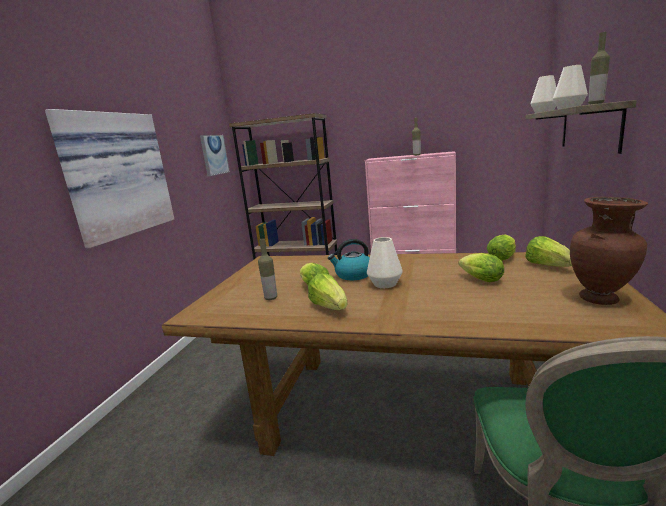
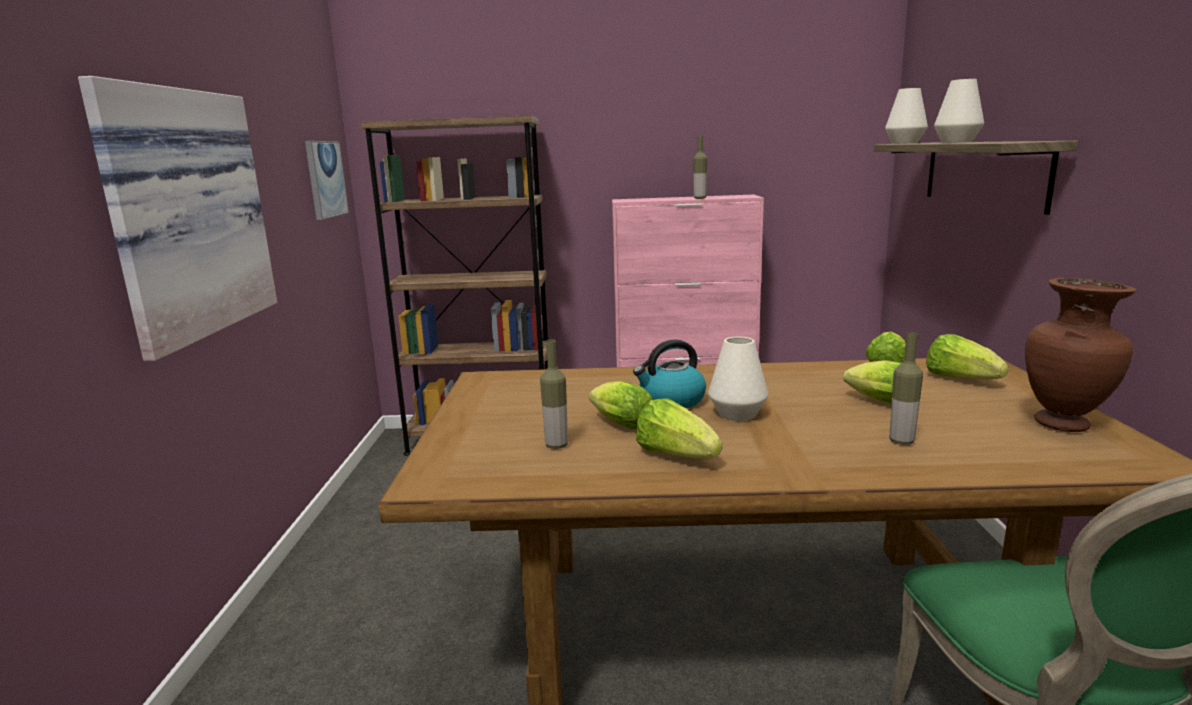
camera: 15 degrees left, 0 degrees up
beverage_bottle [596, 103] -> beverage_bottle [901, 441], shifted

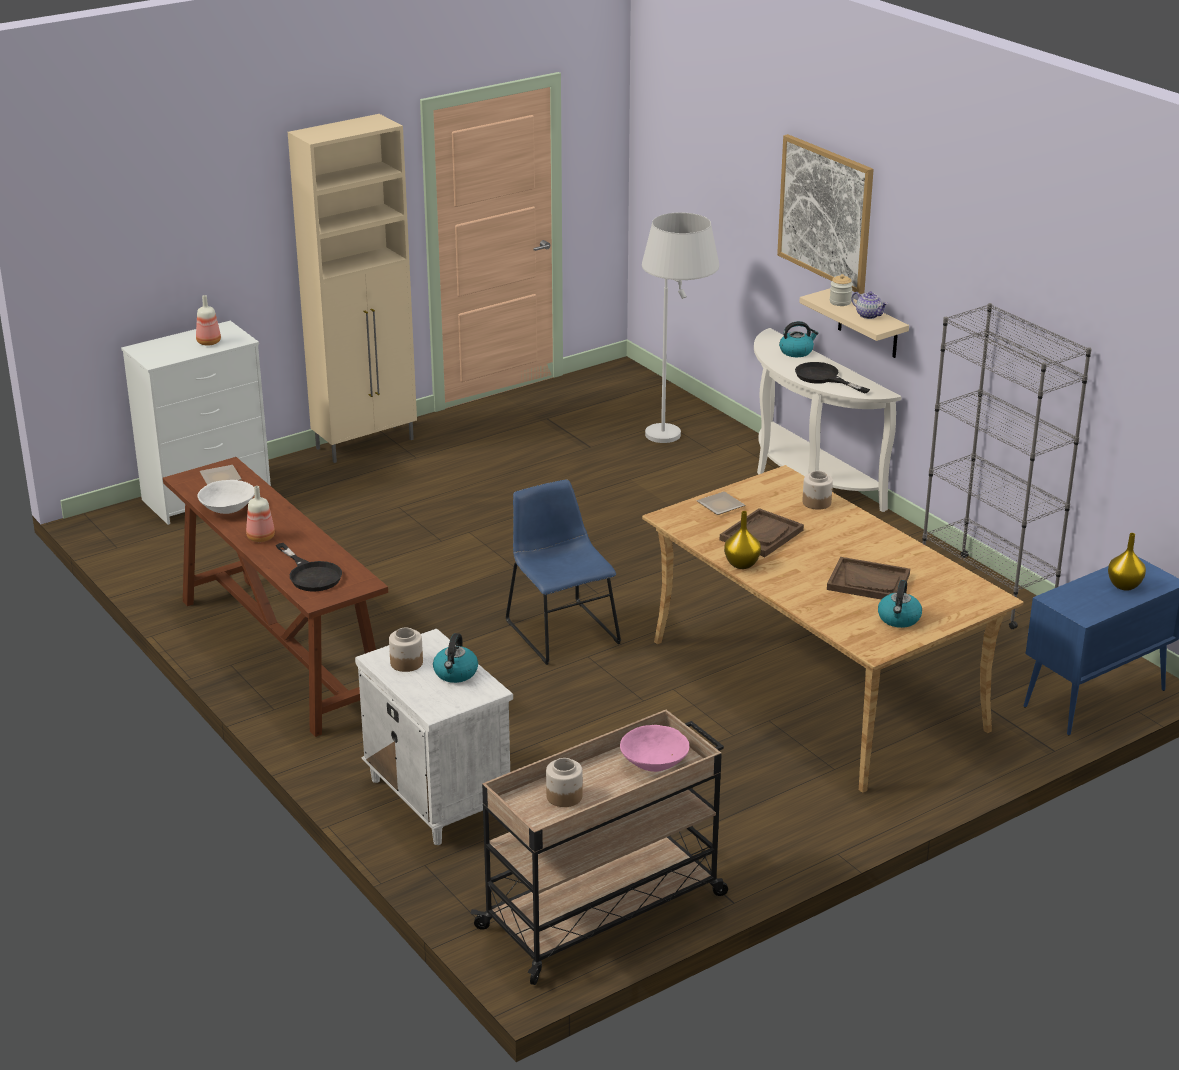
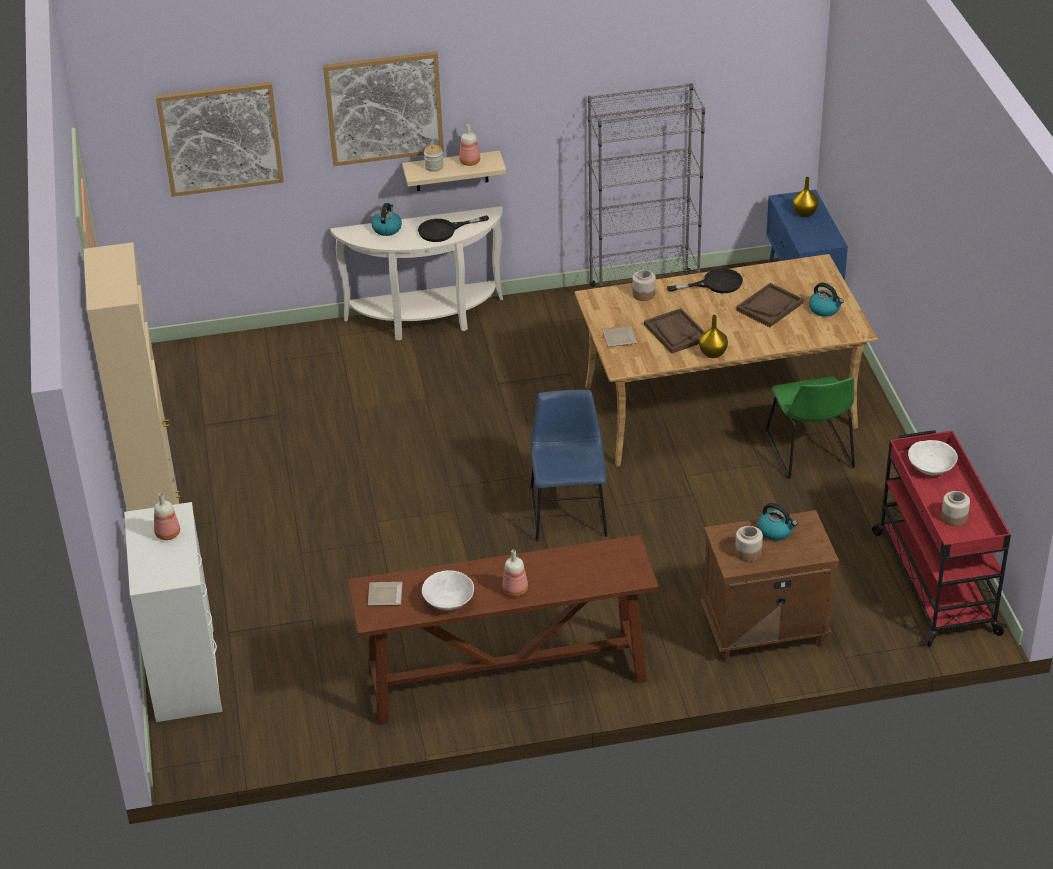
camera: 65 degrees left, 10 degrees up
whitish_standing_lamp [676, 442] -> none
teapot [869, 315] -> beverage_bottle [469, 162]
blue-coloured_plain_chair [560, 629] -> blue-coloured_plain_chair [568, 509], 90 degrees clockwise
black-coloured_skillet [311, 574] -> black-coloured_skillet [715, 284], shifted
whitish_bedside_table [437, 797] -> brownish_bedside_table [763, 631]
beige-coloured_trolley [605, 910] -> reddish_trolley [934, 581]
pink-coloured_deep_dish [654, 762] -> whitish_deep_dish [931, 467]
none -> wall_art [220, 138]
none -> green-coloured_plain_chair [810, 453]

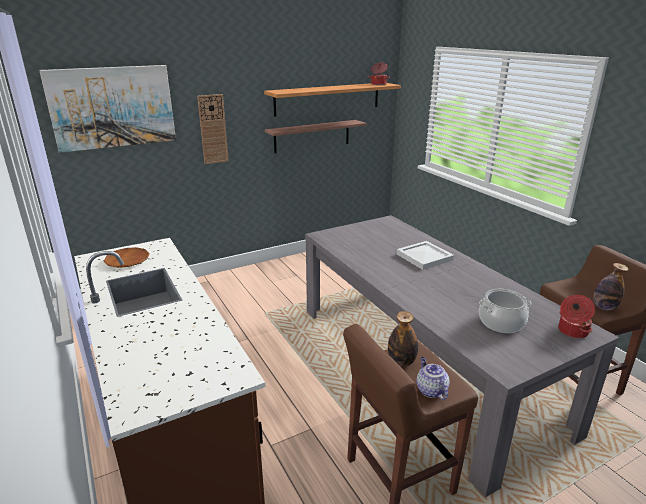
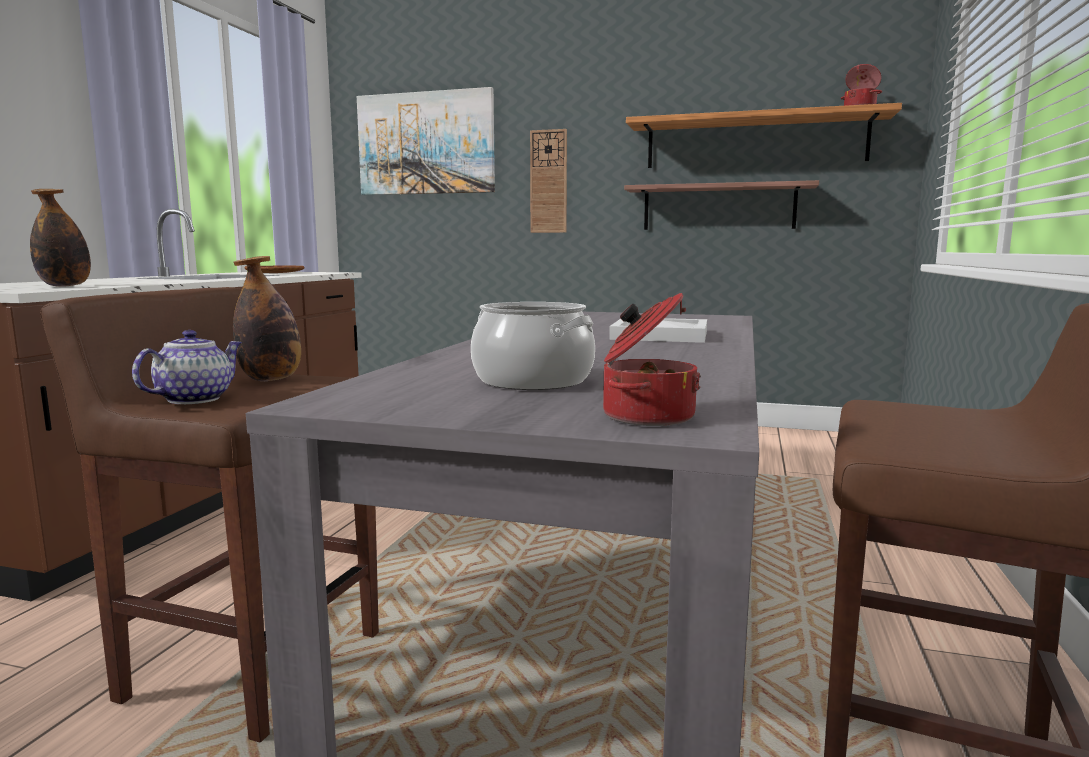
camera: 45 degrees right, 15 degrees down
beverage_bottle [604, 307] -> beverage_bottle [65, 286], shifted

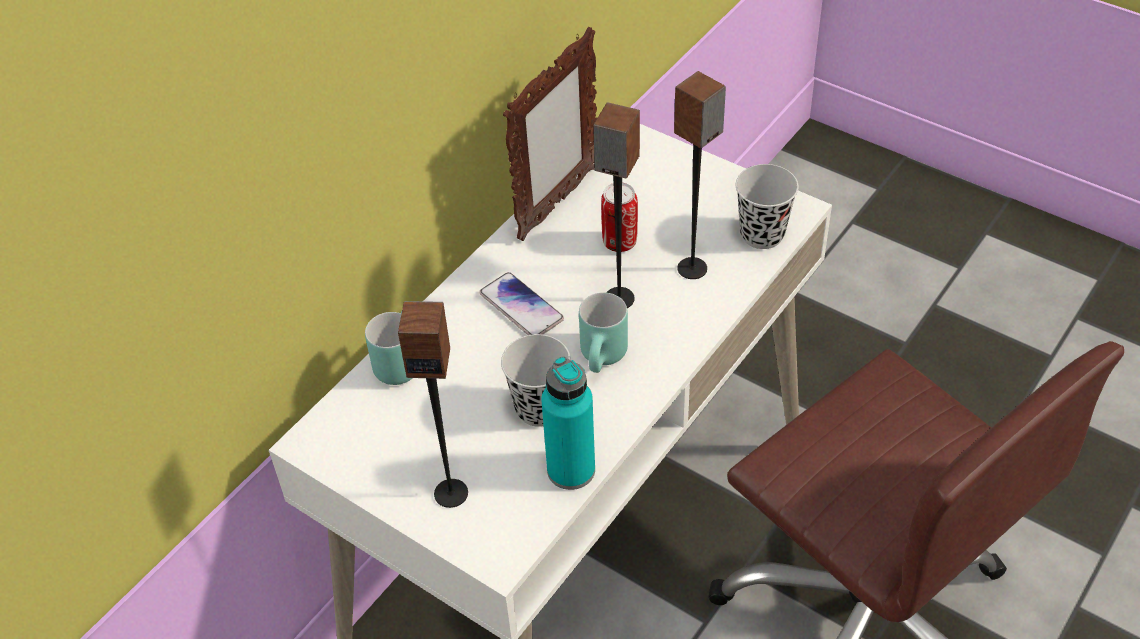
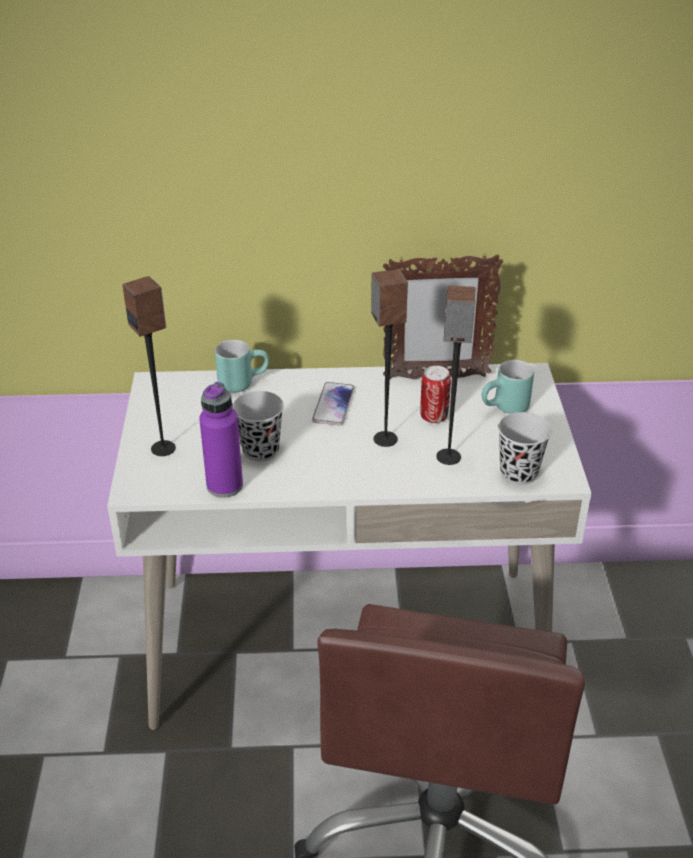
camera: 50 degrees right, 10 degrees down
blue-green_coffee_mug [605, 359] -> blue-green_coffee_mug [506, 409], shifted
blue-green_beverage_bottle [571, 470] -> purplish_beverage_bottle [224, 486]

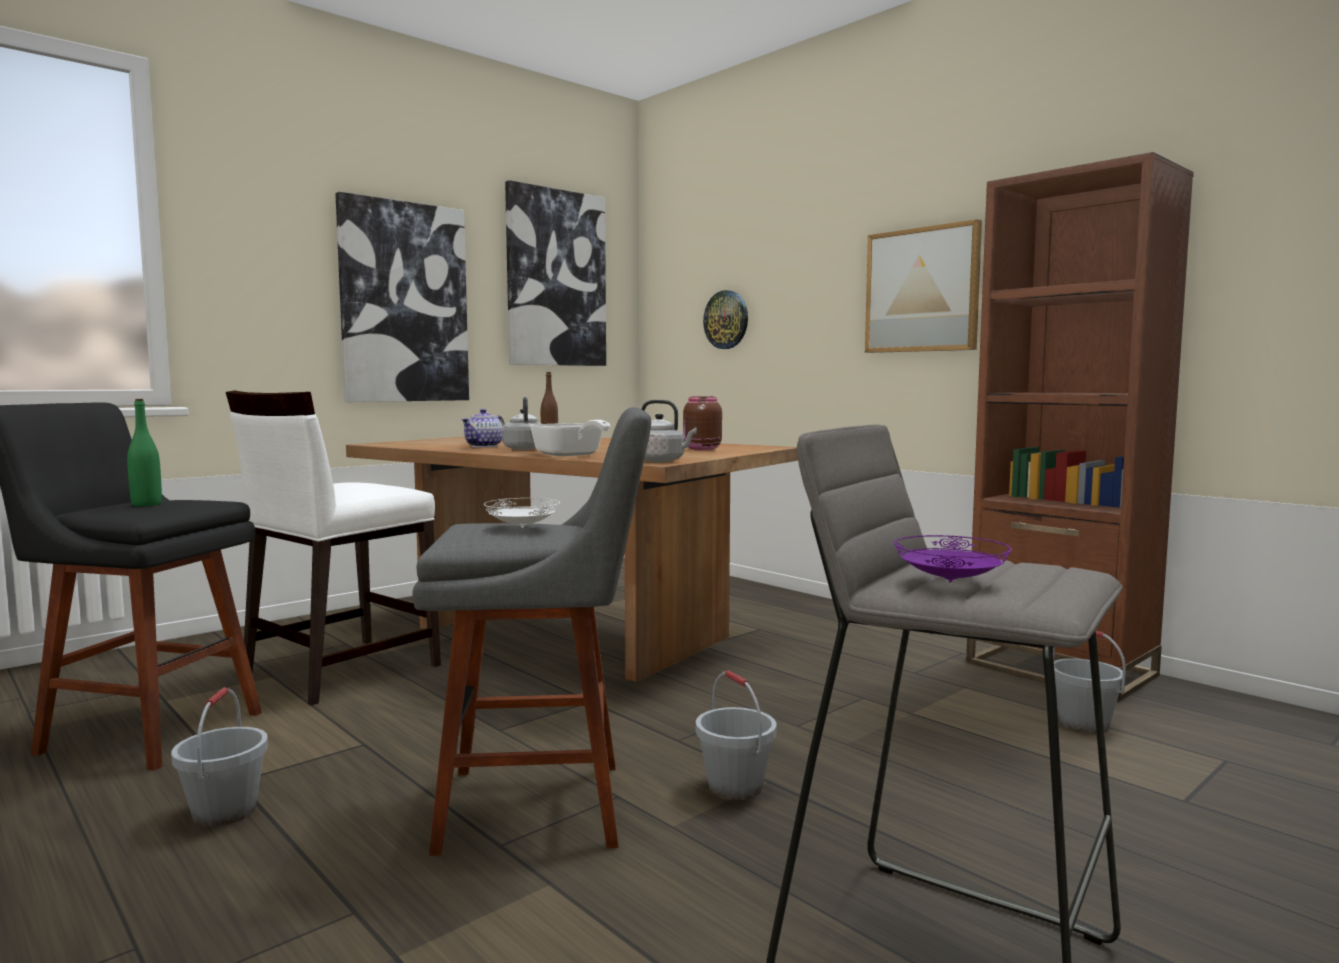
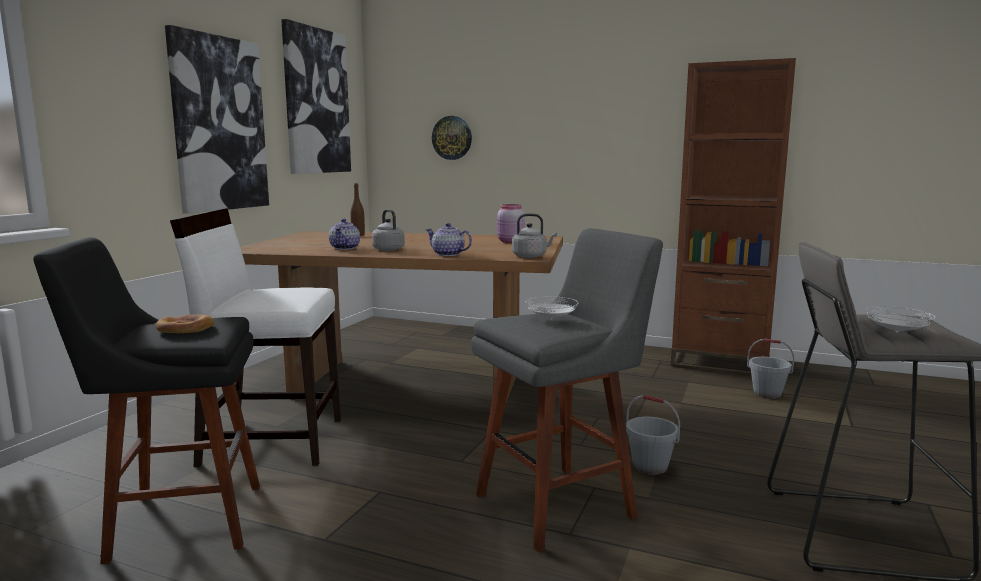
camera: 25 degrees left, 5 degrees up
wall_art [922, 290] -> none
whitish_plain_chair [340, 670] -> whitish_plain_chair [271, 441], 75 degrees clockwise
brownish_storage_jar [701, 449] -> pink-coloured_storage_jar [510, 242]
green-coloured_beverage_bottle [146, 504] -> bread [186, 328]
skillet [570, 455] -> teapot [448, 254]
purplish_plate [949, 582] -> whitish_plate [896, 332]
grey_water_bucket [224, 812] -> none

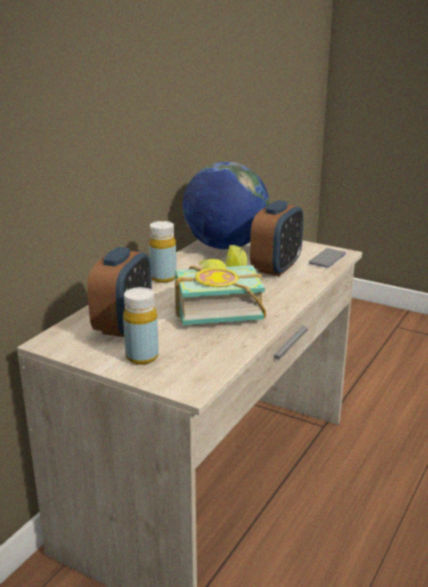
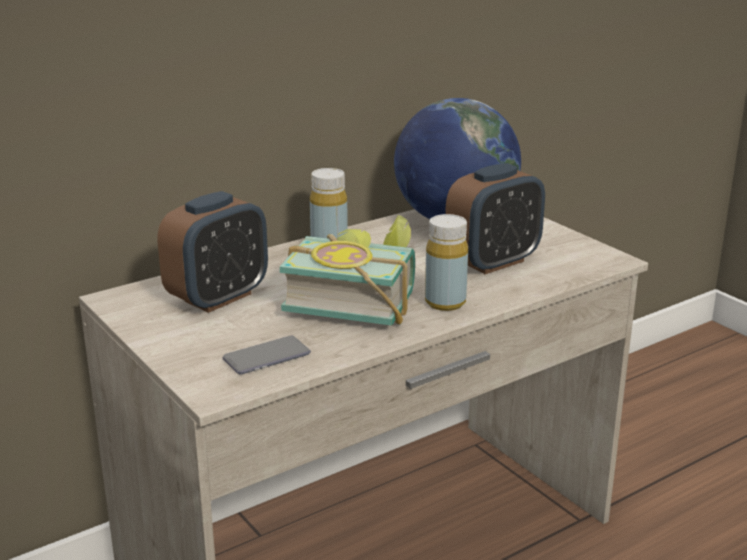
camera: 25 degrees right, 0 degrees up
handset [327, 259] -> handset [266, 357], shifted
yellow_beverage_bottle [142, 357] -> yellow_beverage_bottle [445, 302], shifted

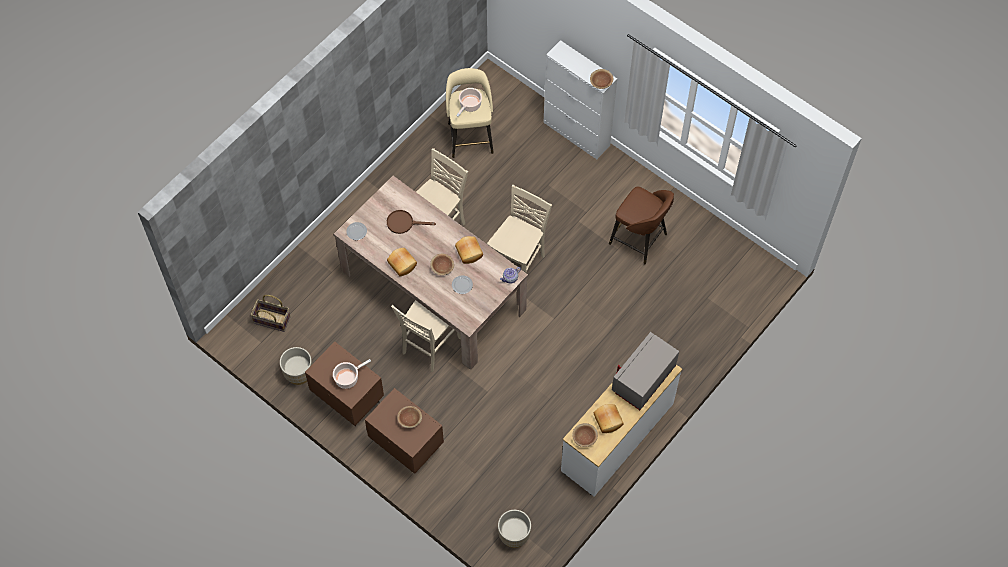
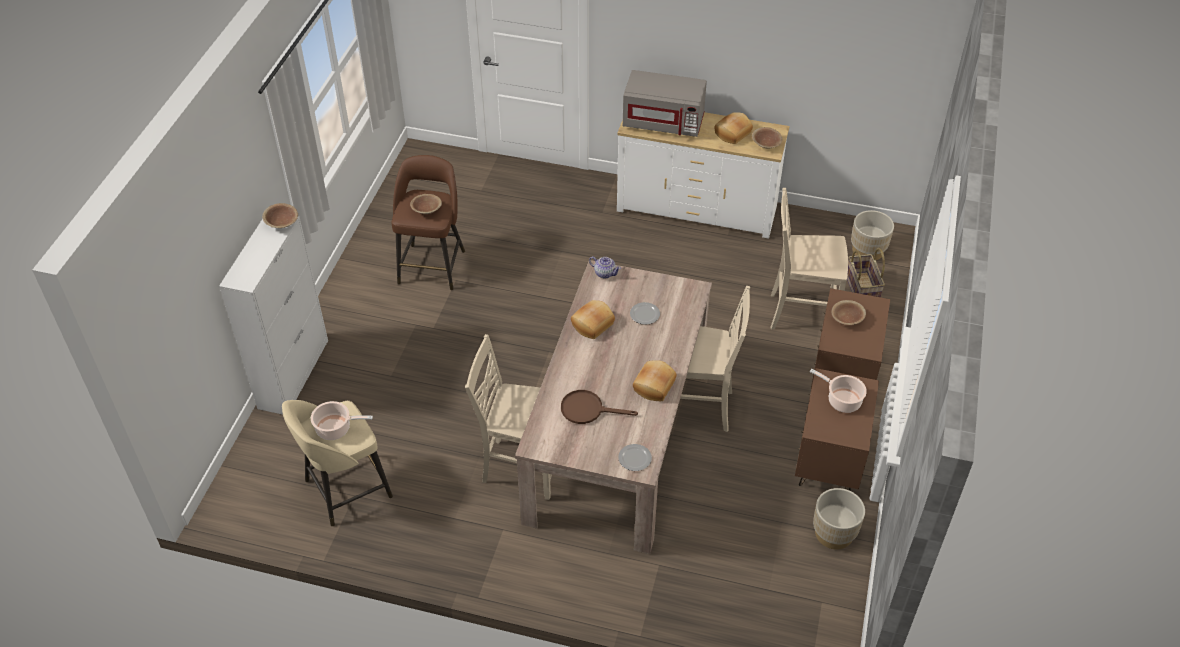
camera: 115 degrees left, 15 degrees down
beige-coloured_plain_chair [518, 264] -> beige-coloured_plain_chair [800, 313], shifted
brownish_skillet [404, 223] -> brownish_skillet [588, 409], 120 degrees clockwise
brownish_deep_dish [442, 267] -> brownish_deep_dish [426, 210], shifted
household_basket [271, 320] -> household_basket [862, 289], shifted

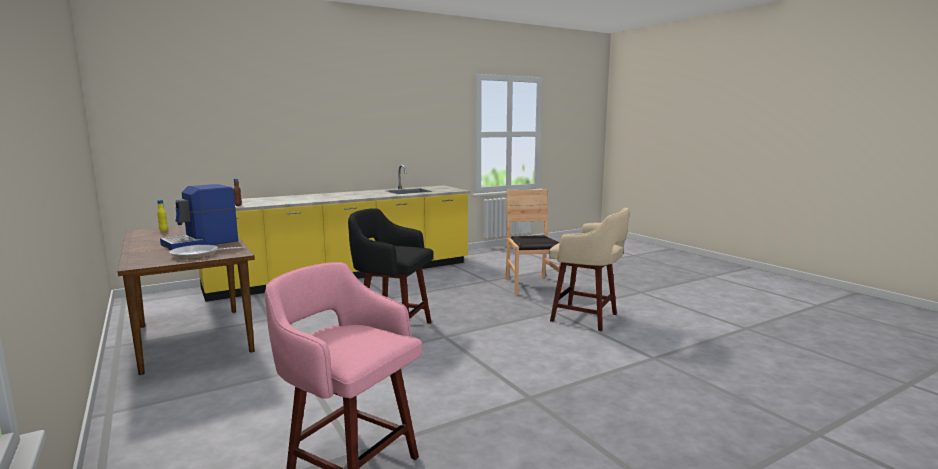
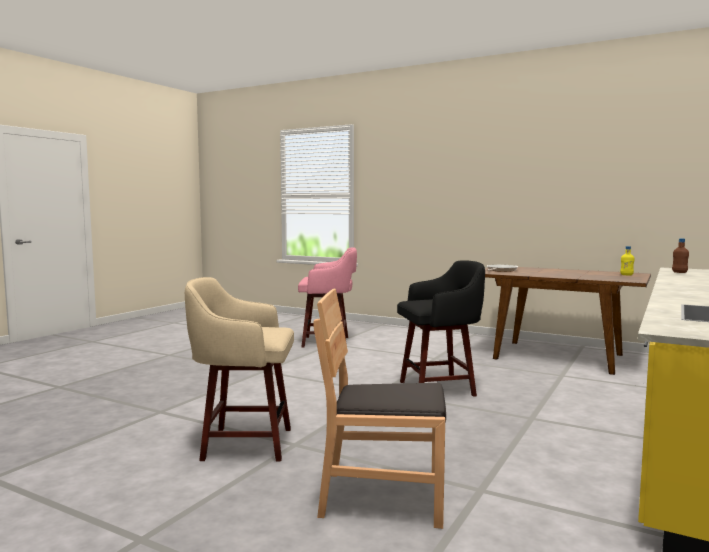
camera: 150 degrees right, 5 degrees down
coffee_brewer [201, 243] -> none
brownish_plain_chair [531, 286] -> brownish_plain_chair [383, 497], 135 degrees clockwise

